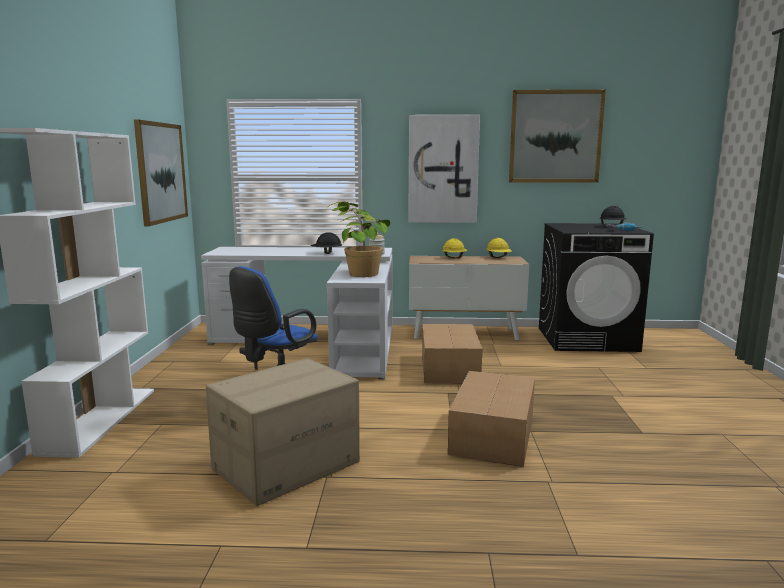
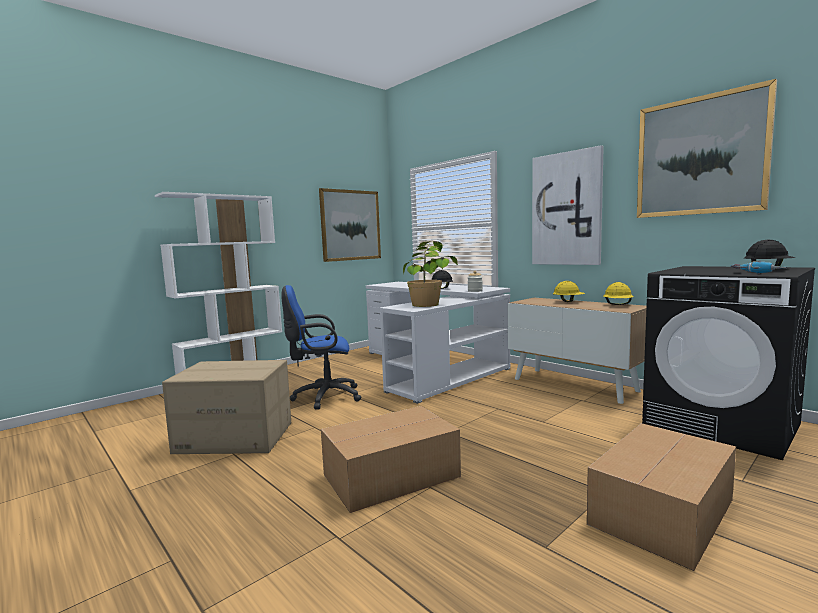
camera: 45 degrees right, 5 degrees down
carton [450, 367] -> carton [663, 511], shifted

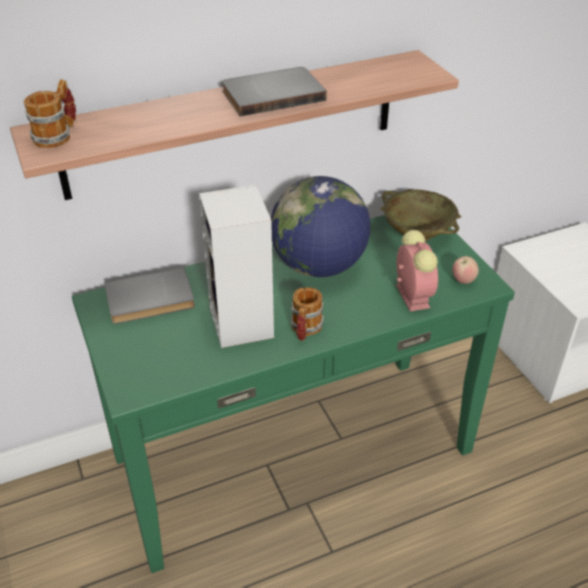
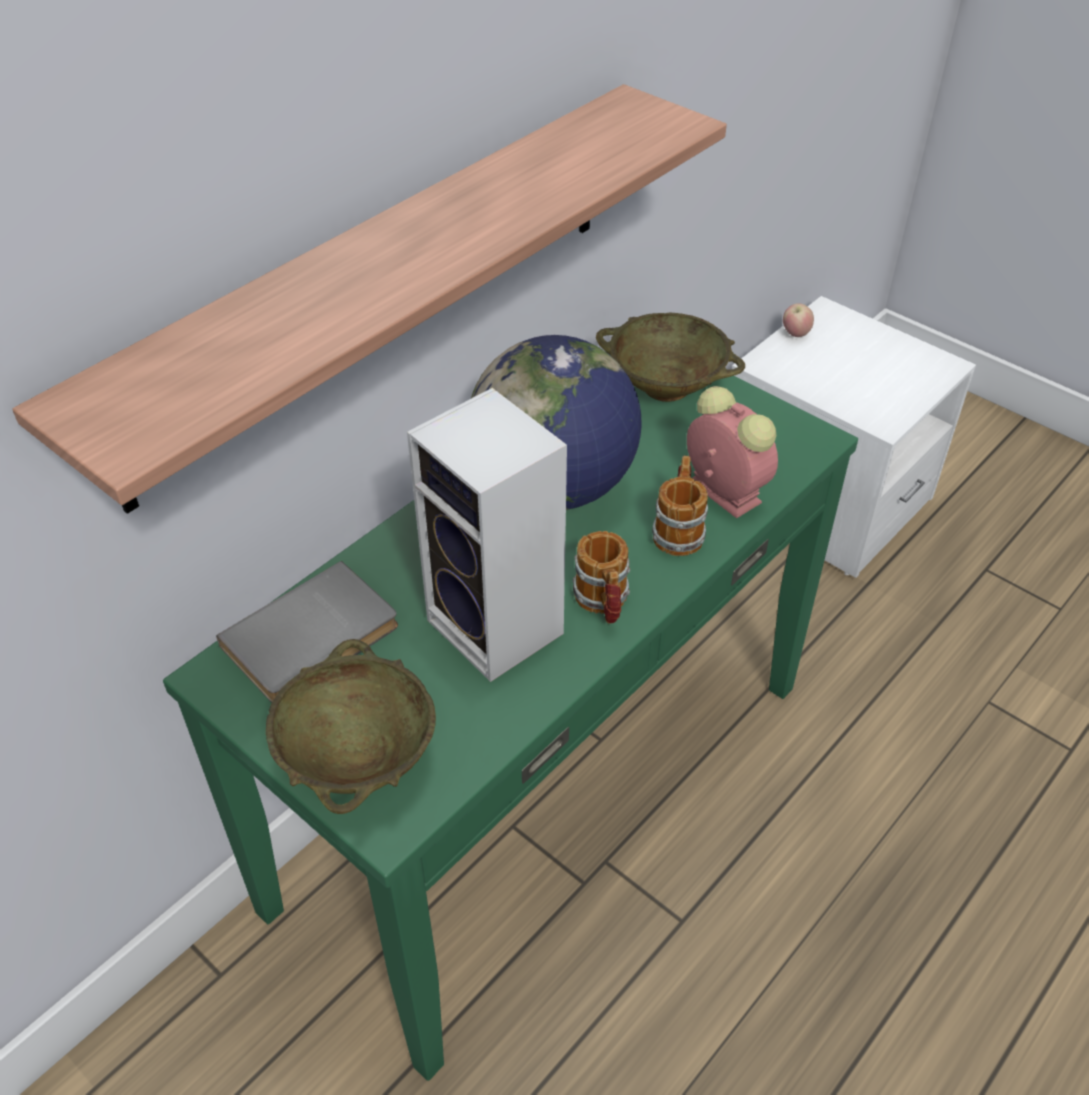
camera: 25 degrees left, 5 degrees up
grey_book [272, 94] -> none
coffee_mug [57, 135] -> coffee_mug [678, 529], shifted
whole_apple [463, 280] -> whole_apple [795, 333], shifted
none -> beige-coloured_deep_dish [358, 758]

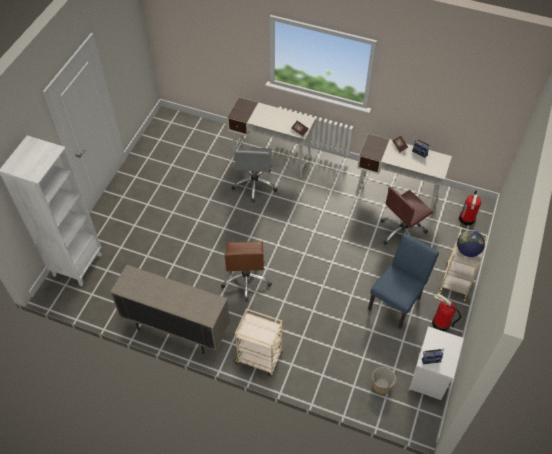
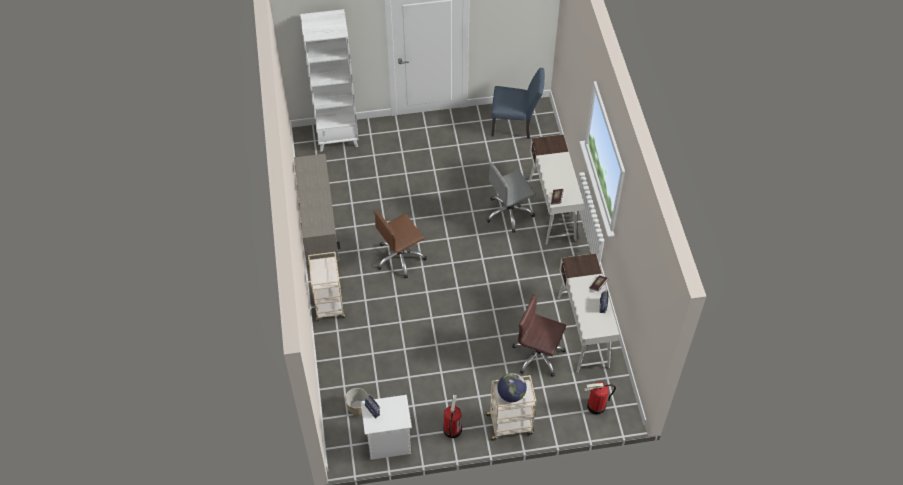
camera: 60 degrees right, 0 degrees up
blue-coloured_plain_chair [397, 301] -> blue-coloured_plain_chair [515, 125], shifted

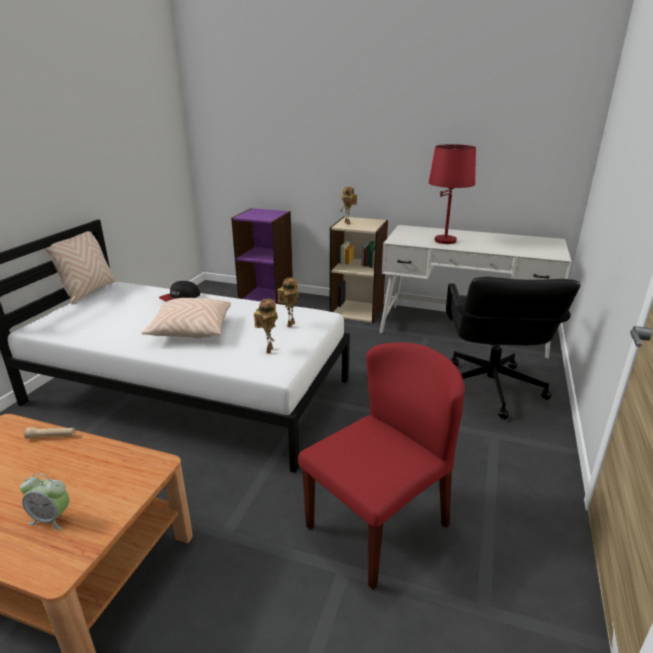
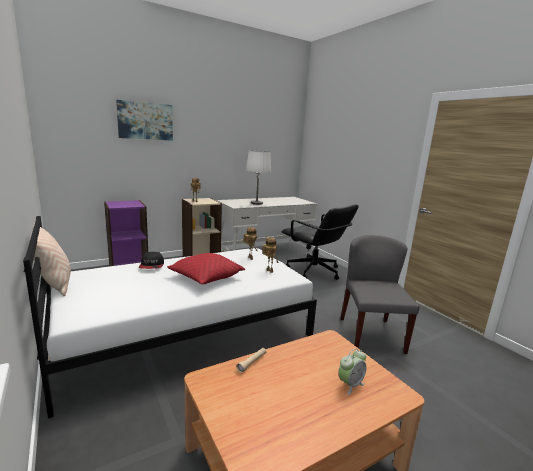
camera: 50 degrees left, 10 degrees down
reddish_lamp_for_a_table [445, 240] -> whitish_lamp_for_a_table [256, 203]
beige-coloured_cushion [191, 330] -> reddish_cushion [206, 278]
reddish_plain_chair [377, 524] -> grey_plain_chair [370, 334]
none -> wall_art [145, 121]

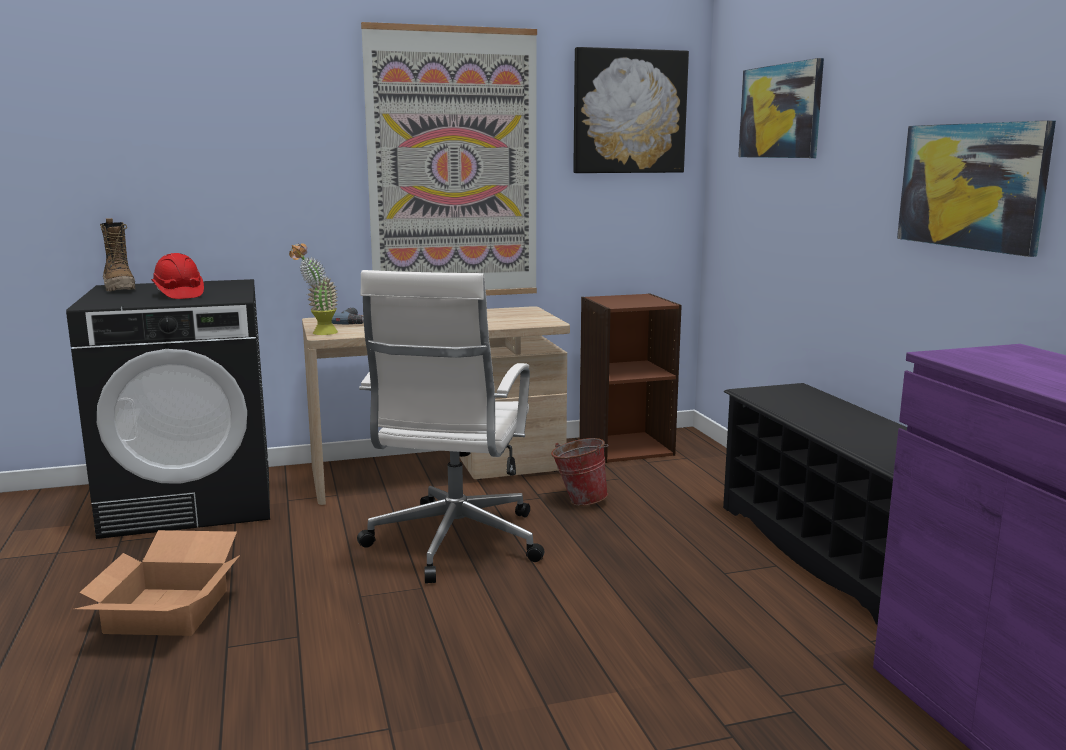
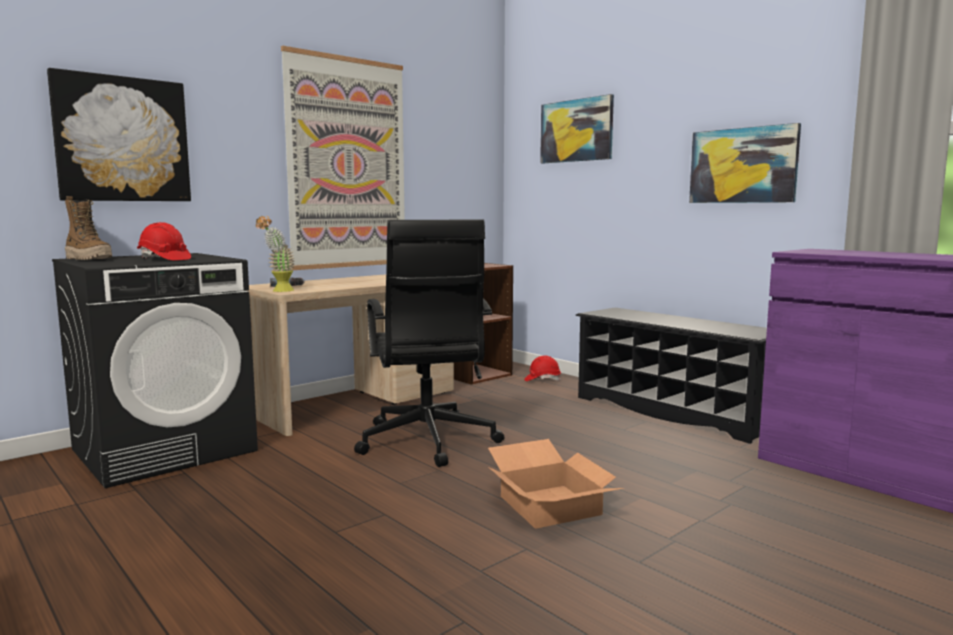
camera: 25 degrees left, 5 degrees down
wall_art [629, 112] -> wall_art [122, 139], shifted
whitish_computer_chair [453, 544] -> black-coloured_computer_chair [427, 442]
water_bucket [579, 500] -> none
carton [166, 610] -> carton [548, 505], shifted
none -> reddish_hard_hat [542, 380]

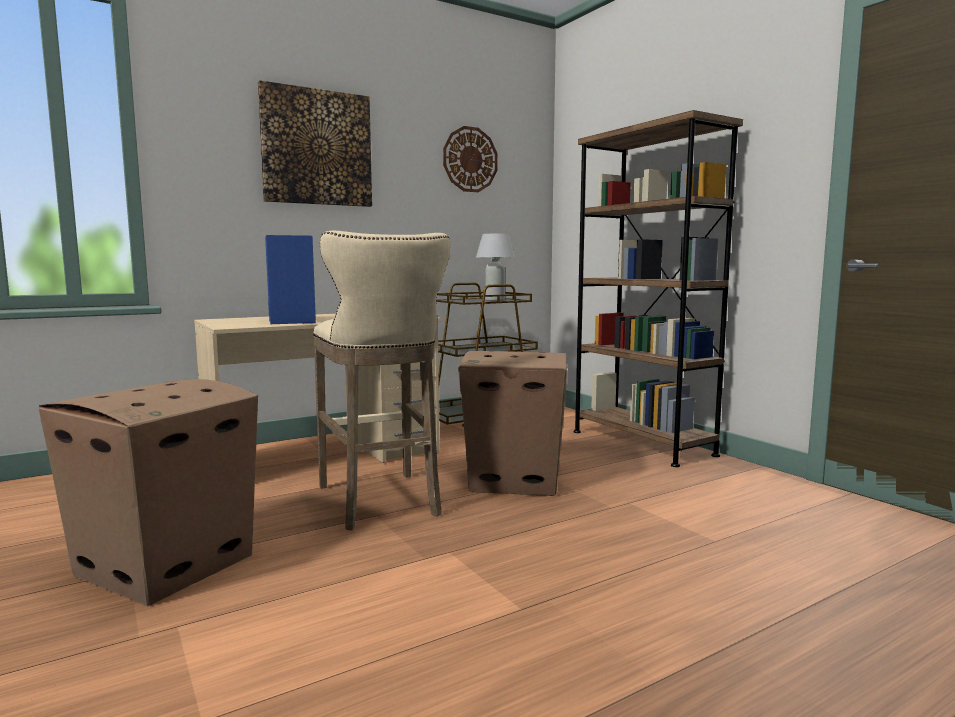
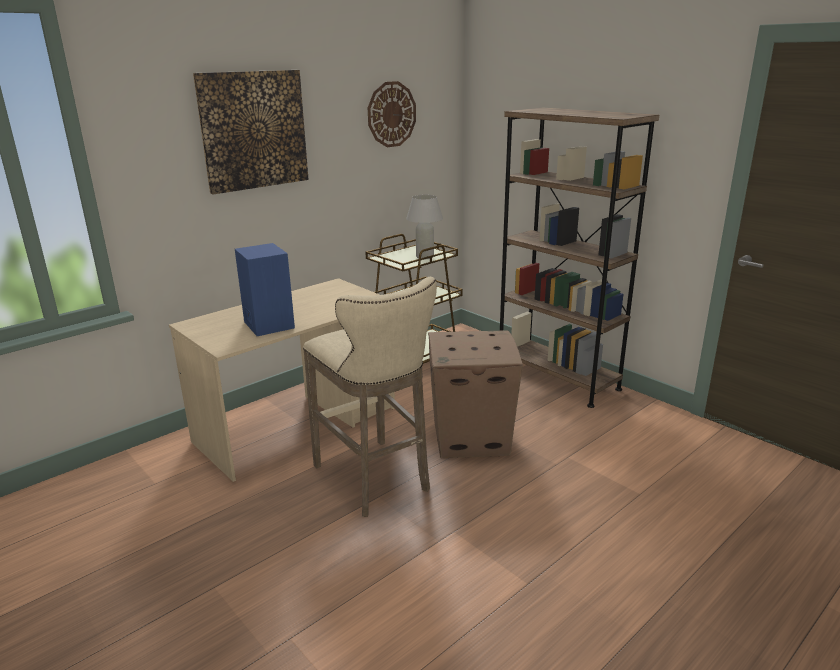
camera: 10 degrees left, 15 degrees up
carton [163, 566] -> none

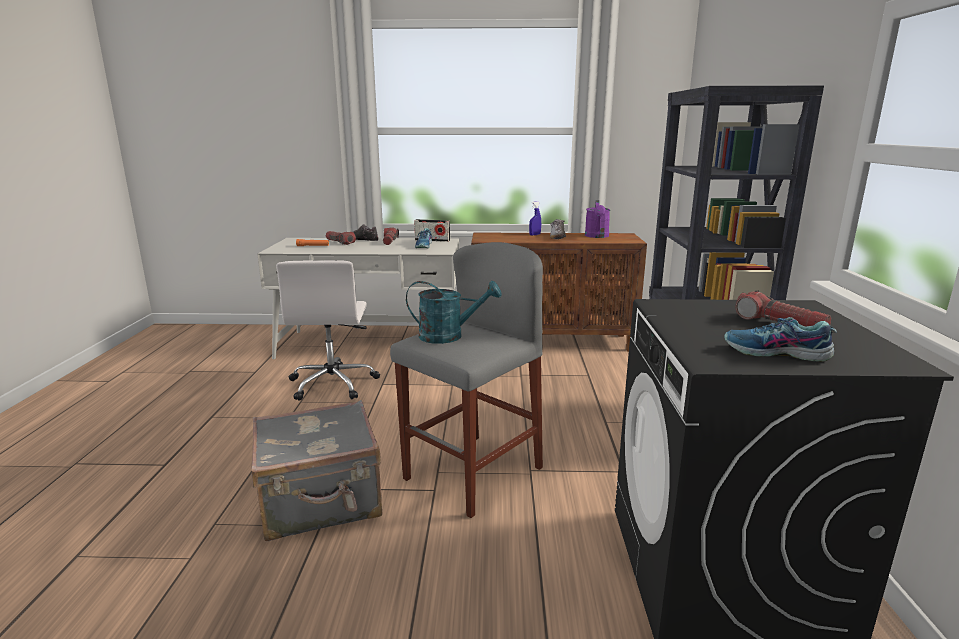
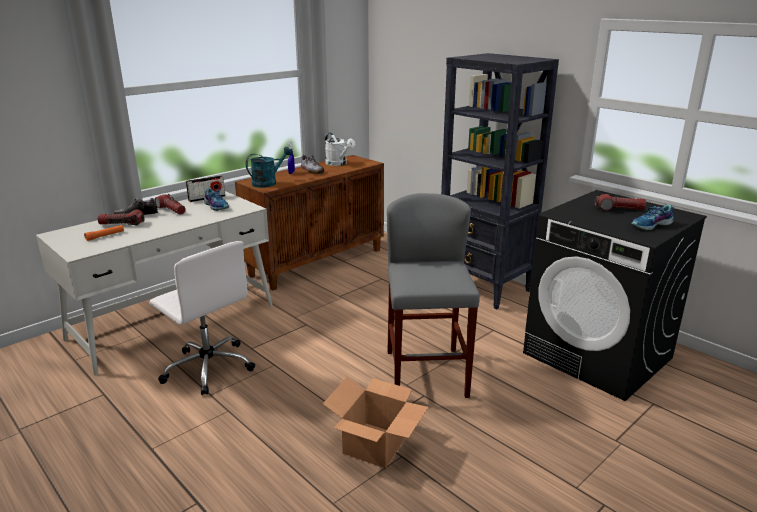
camera: 45 degrees left, 5 degrees up
purplish_watering_can [597, 236] -> whitish_watering_can [338, 164]
blue-green_watering_can [449, 336] -> blue-green_watering_can [268, 182], shifted
grey_piece_of_luggage [321, 502] -> carton [374, 444]

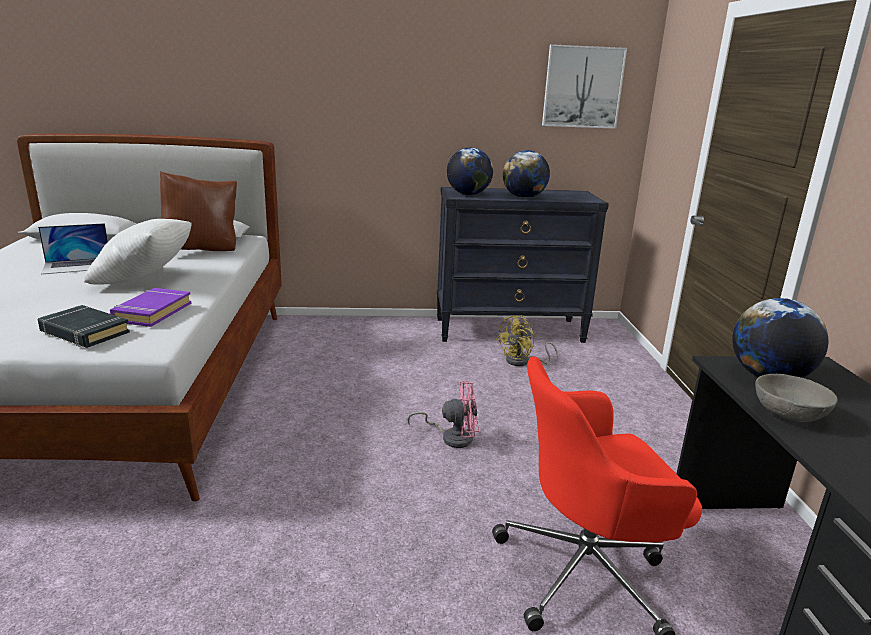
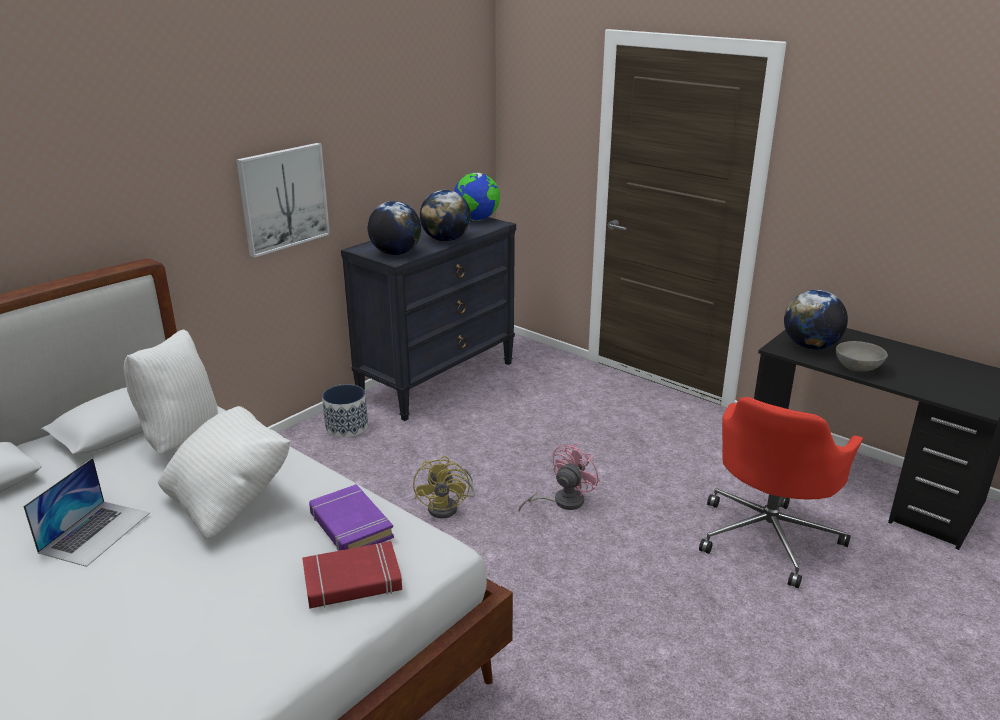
camera: 45 degrees left, 5 degrees up
wall_art [582, 87] -> wall_art [283, 198], shifted
brownish_cushion [202, 250] -> whitish_cushion [180, 436]
black-coloured_book [84, 332] -> reddish_book [352, 581]
yellow_cooling_fan [523, 362] -> yellow_cooling_fan [448, 507], shifted
none -> world_globe [477, 219]
none -> plant_pot [346, 427]

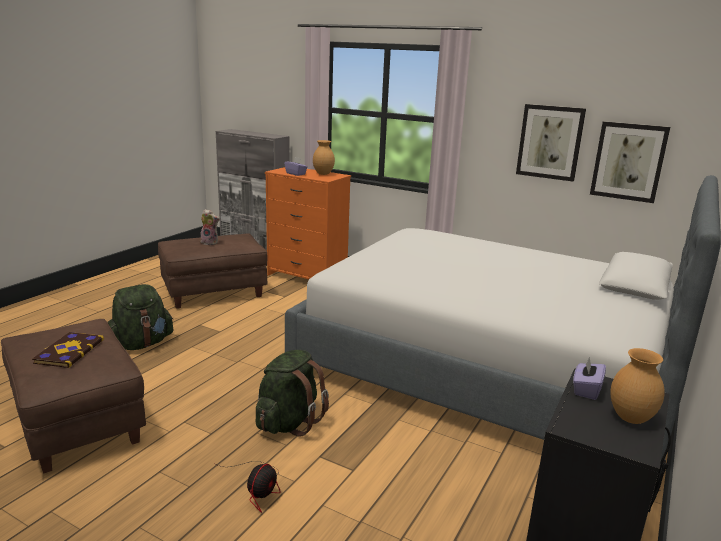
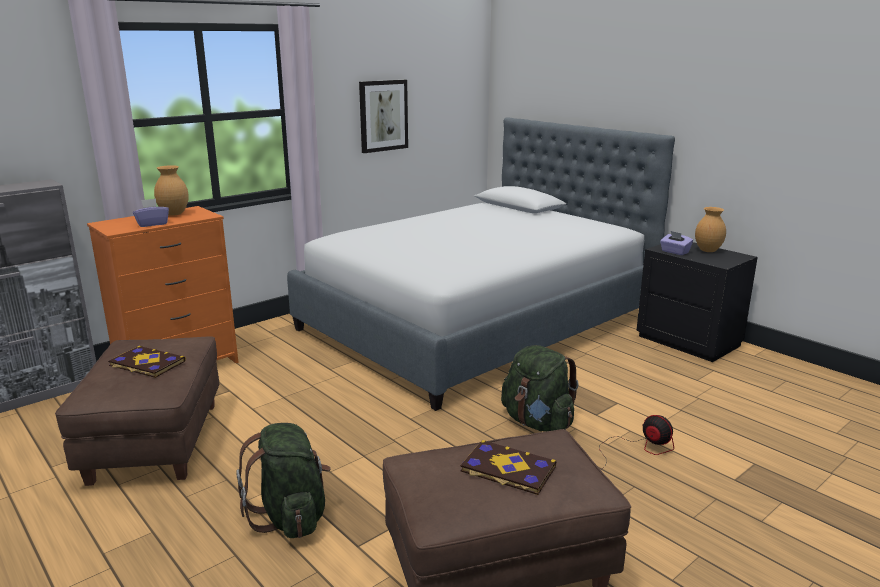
camera: 70 degrees left, 0 degrees up
wall_art [628, 161] -> none
cuddly_toy [210, 242] -> book [146, 364]

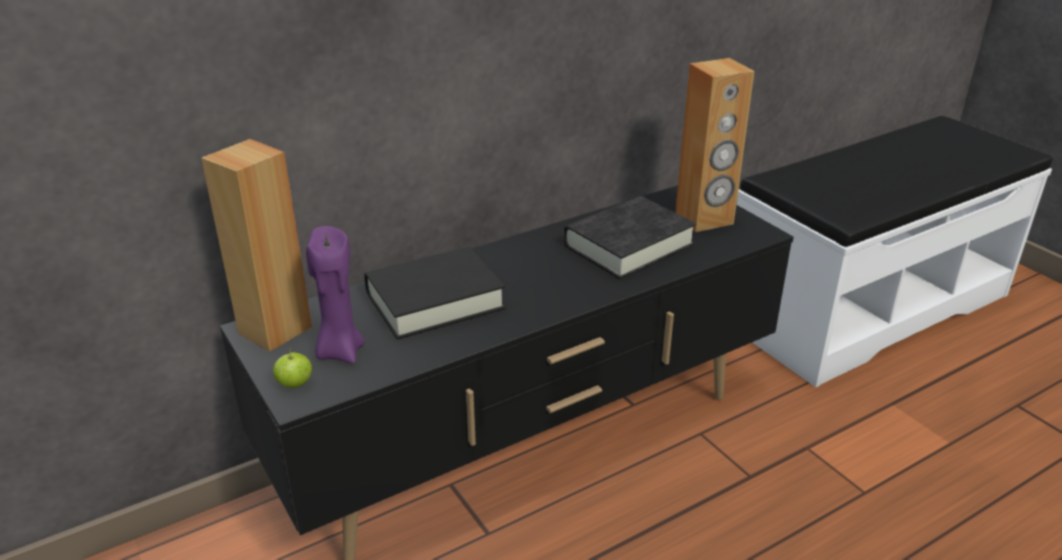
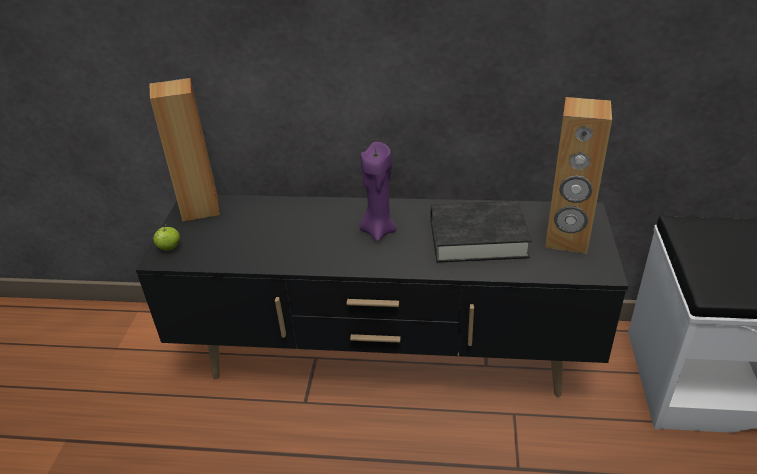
camera: 40 degrees right, 5 degrees up
purplish_wax_light [340, 351] -> purplish_wax_light [378, 230], shifted
black-coloured_book [435, 301] -> none

